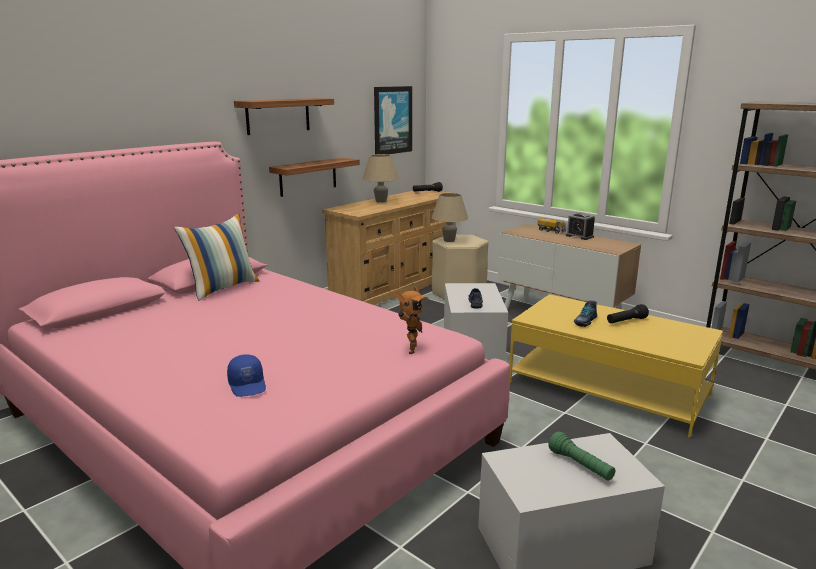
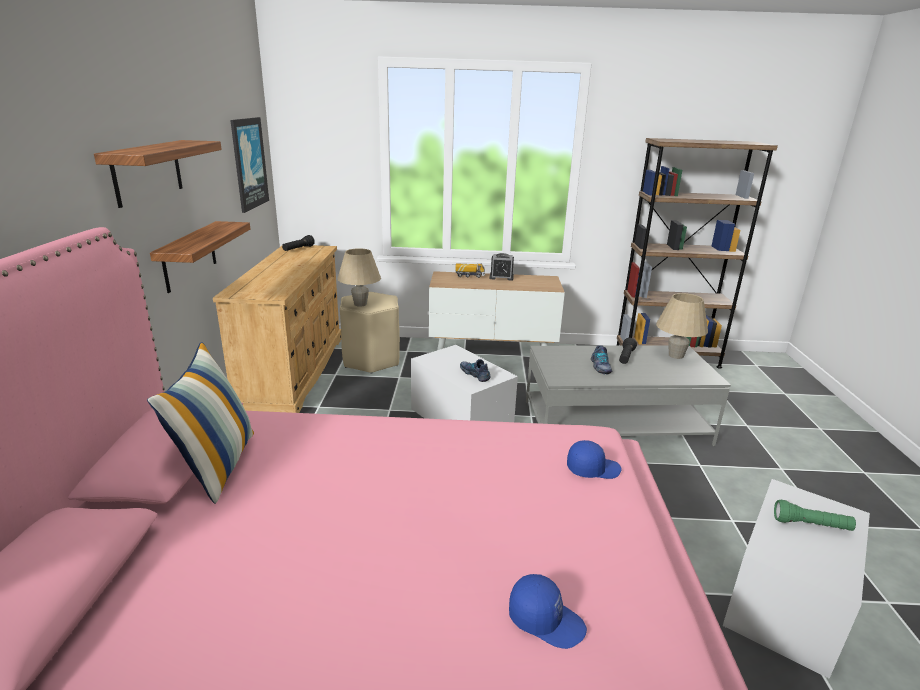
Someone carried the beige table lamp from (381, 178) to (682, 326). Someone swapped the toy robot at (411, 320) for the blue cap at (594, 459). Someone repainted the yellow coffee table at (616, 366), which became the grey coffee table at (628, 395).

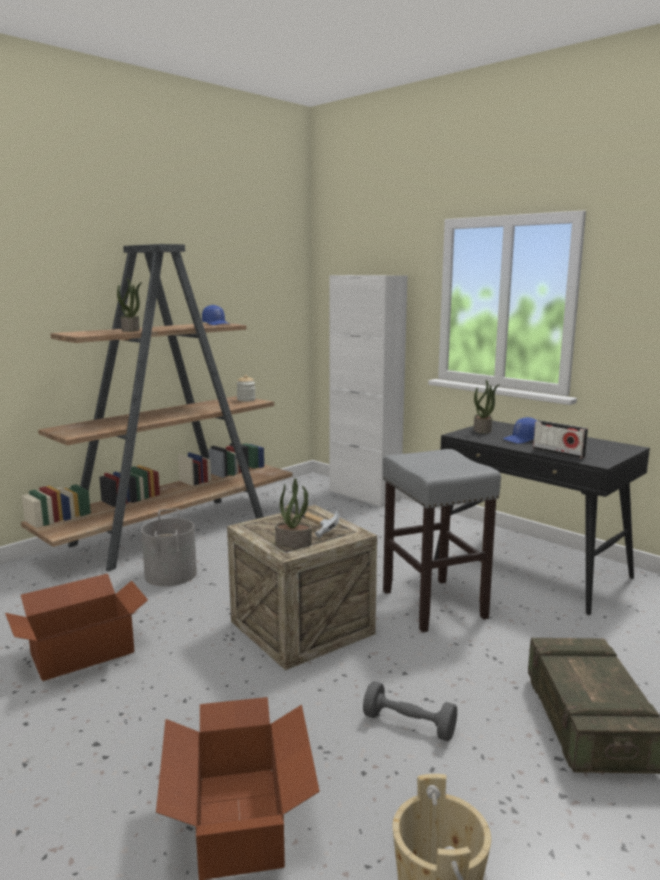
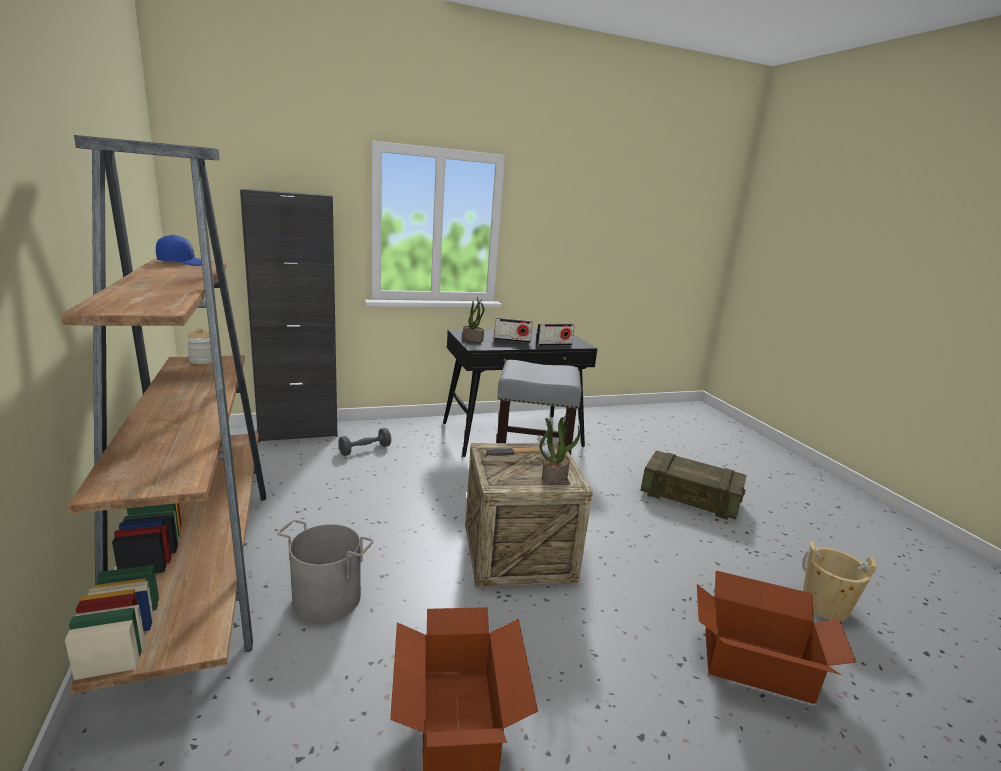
Someone took away the potted plant at (129, 305). Someone repainted the white cabinet at (368, 391), which became the black cabinet at (288, 315). Someone carried the grey dumbbell from (410, 711) to (364, 442). Someone swapped the blue cap at (520, 430) for the radio at (513, 330).

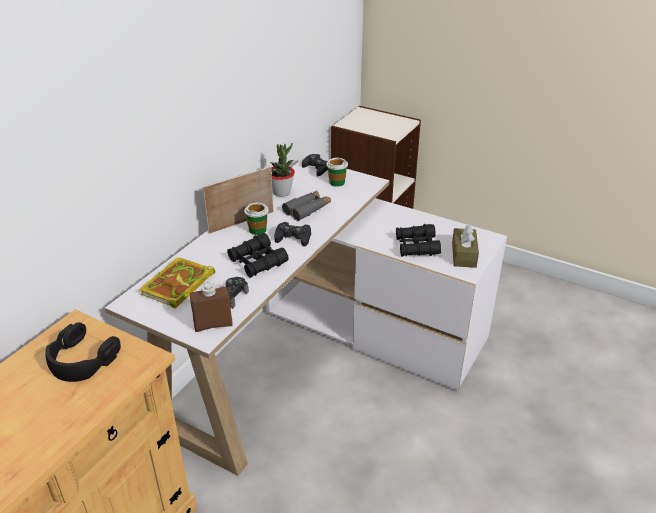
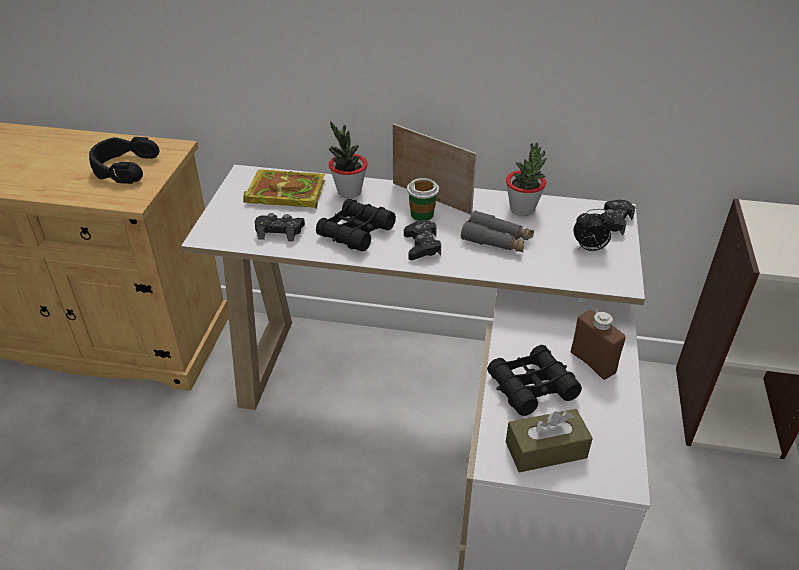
Someone carried the brown bottle from (211, 307) to (598, 345). Someone swapped the cup at (337, 172) for the alarm clock at (593, 230). Someone put down the potted plant at (348, 160).

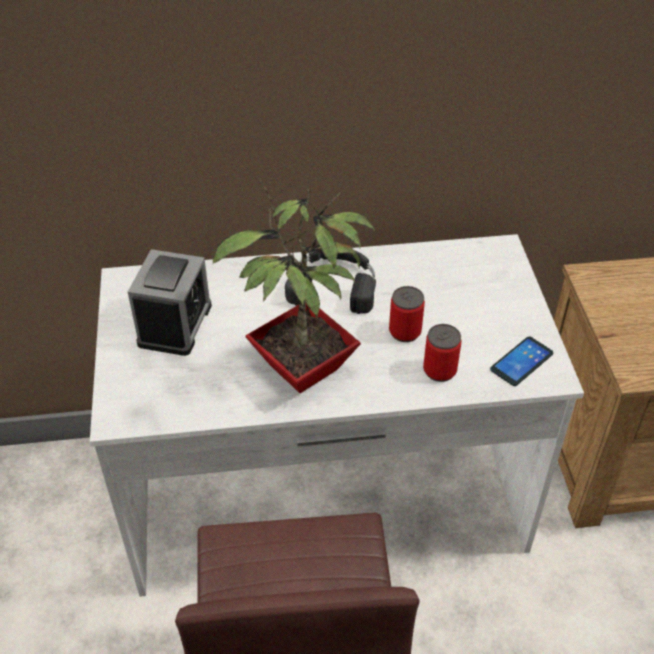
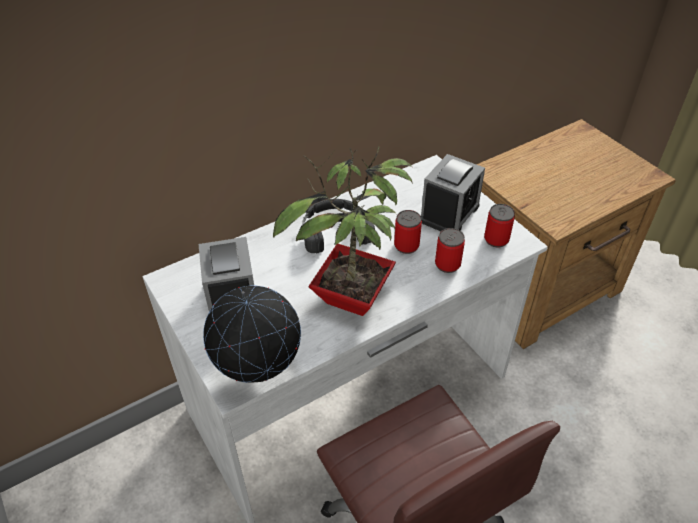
Someone swapped the phone at (521, 361) for the can at (499, 226). Someone put down the globe at (252, 334). Someone put down the alarm clock at (453, 192).

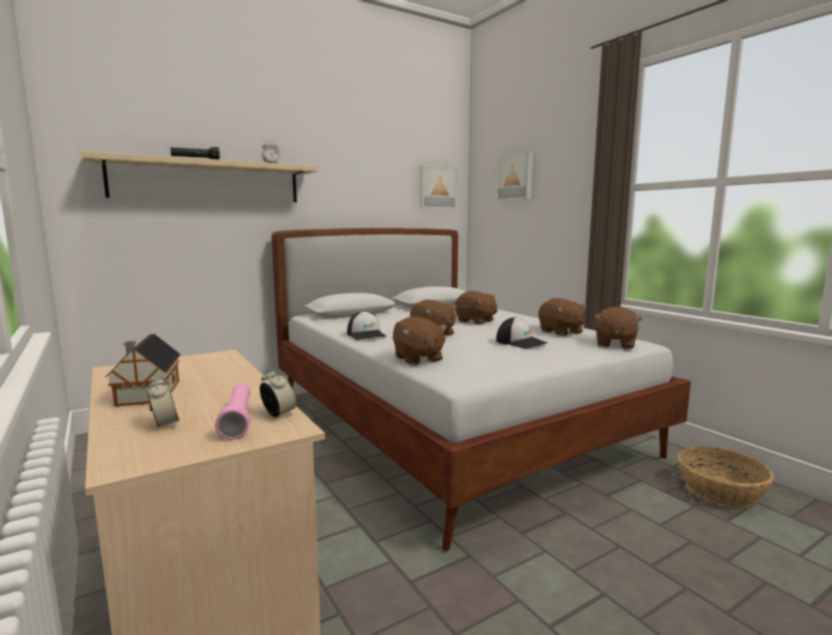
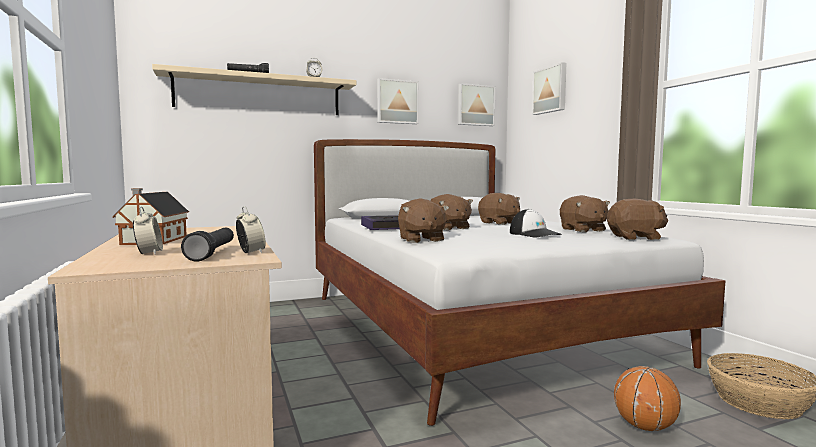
Someone repainted the pink flashlight at (232, 412), which became the black flashlight at (207, 245). Someone swapped the cap at (367, 325) for the book at (380, 222). Someone rotated the brown plush toy at (618, 327) by 120 degrees counterclockwise. Someone put up the picture at (398, 101). Someone put down the basketball at (647, 398).

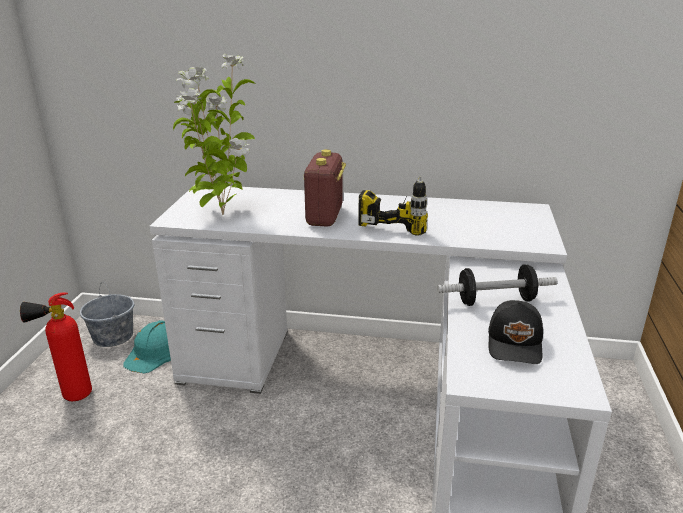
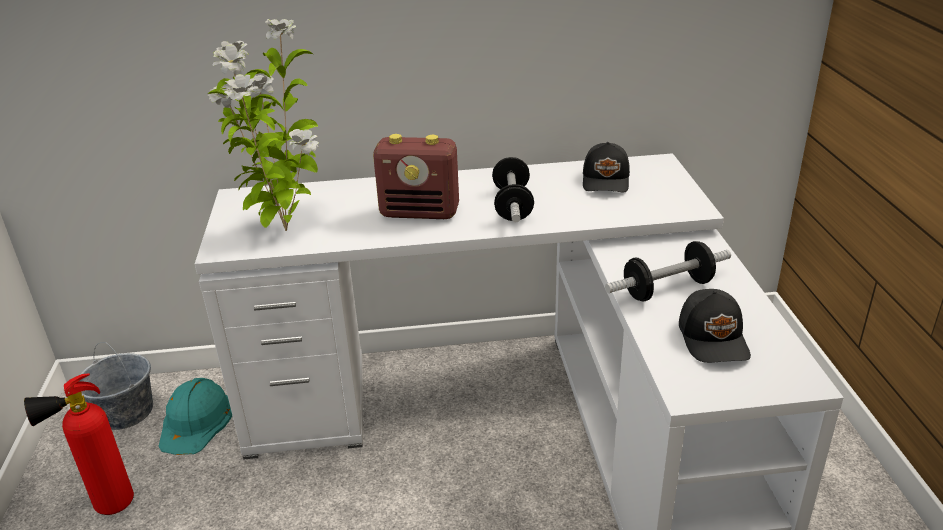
Someone rotated the radio at (325, 188) by 75 degrees counterclockwise. Someone swapped the power drill at (393, 205) for the dumbbell at (513, 189). Someone put down the black cap at (606, 167).

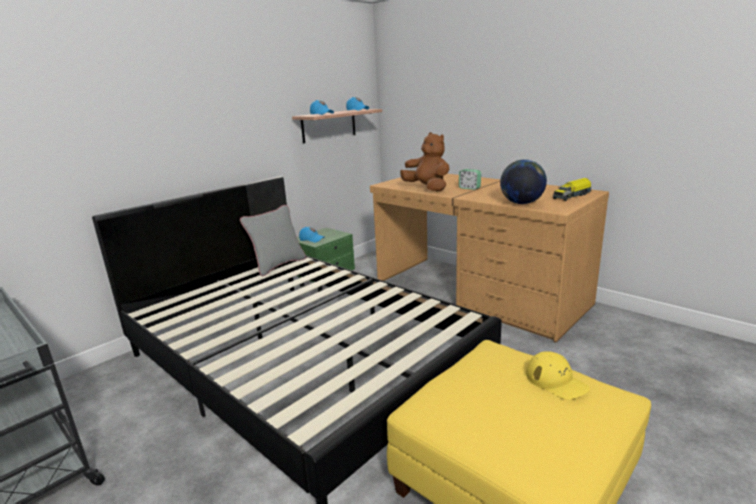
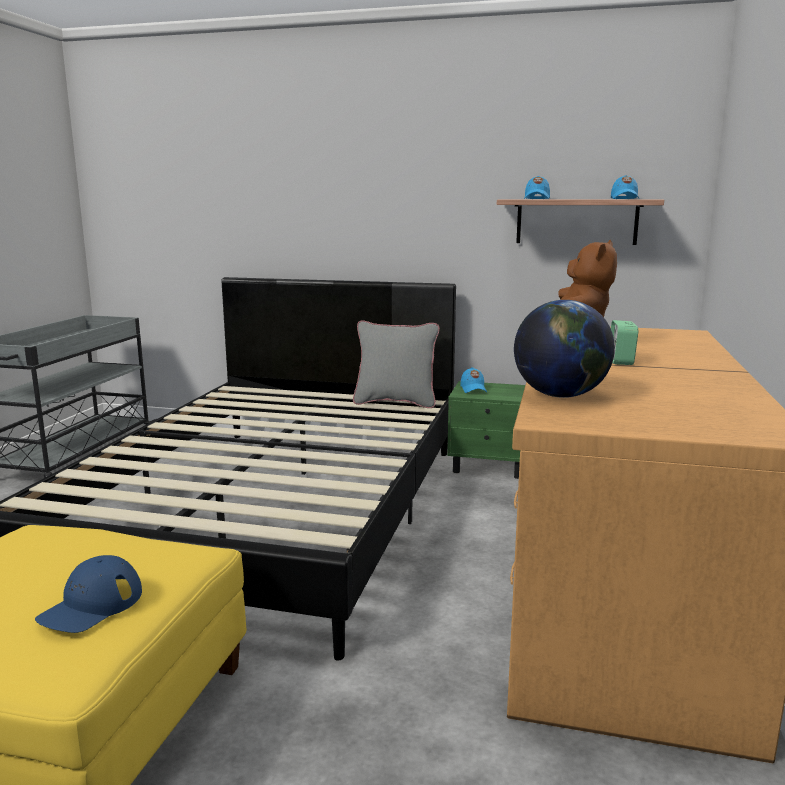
Someone repainted the yellow cap at (558, 375), which became the blue cap at (88, 594). Someone took away the toy truck at (572, 189).

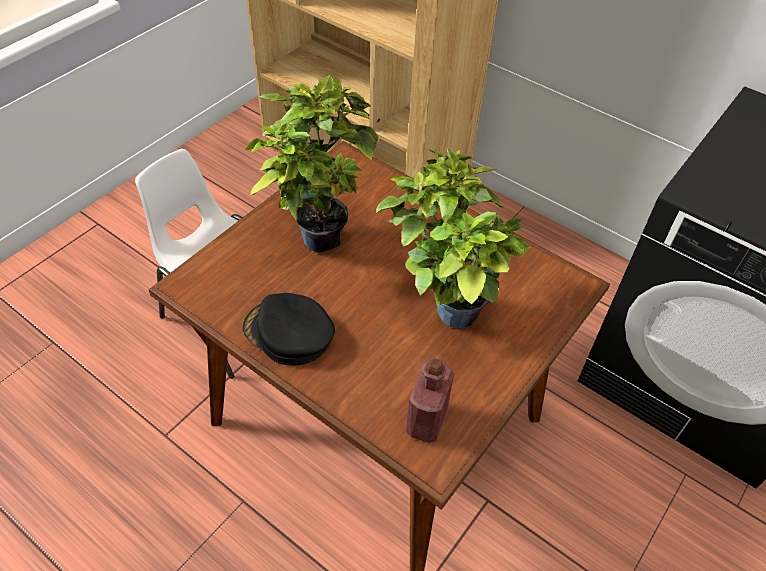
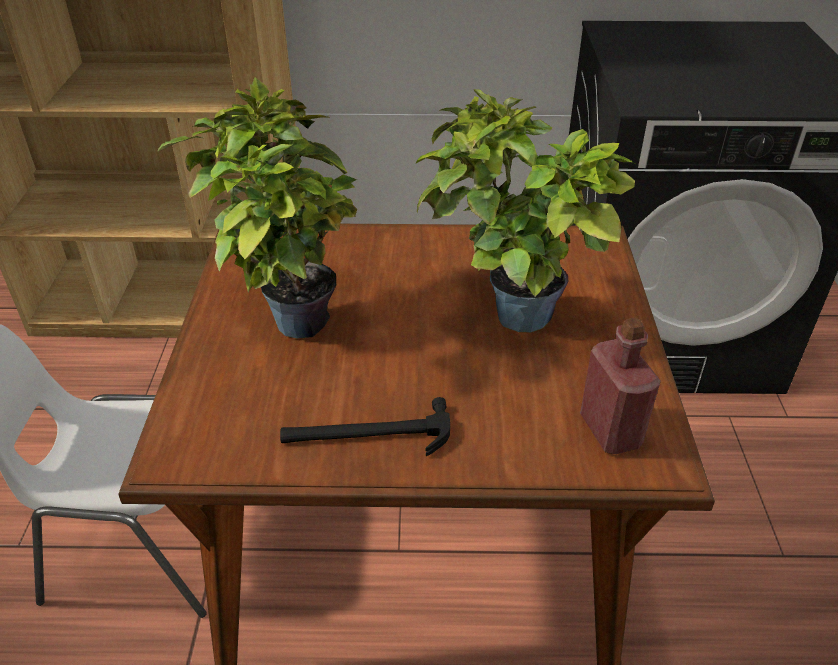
Someone swapped the black cap at (289, 329) for the hammer at (365, 426).

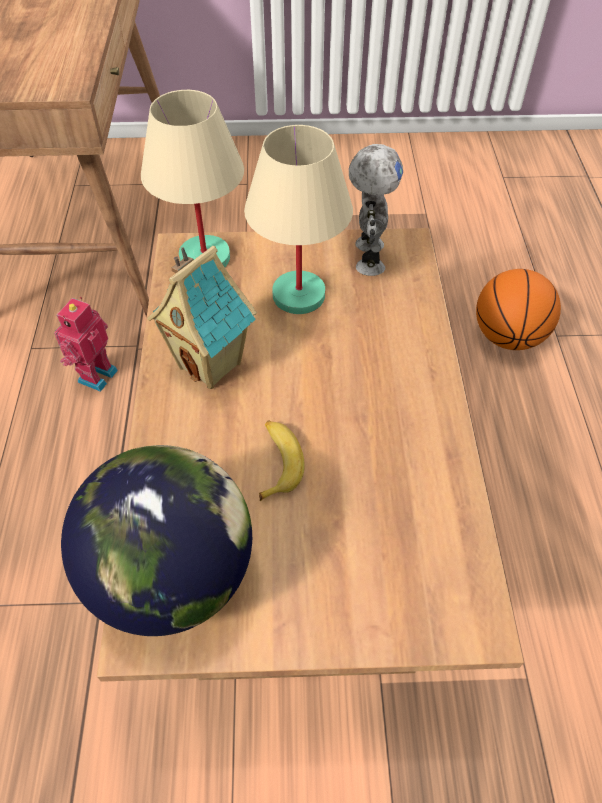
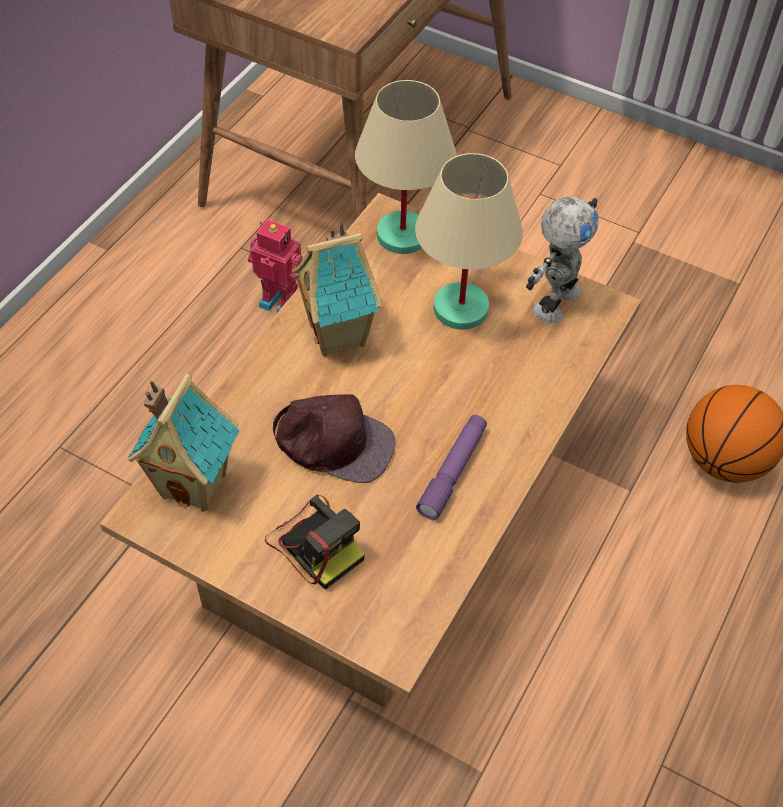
Someone rotated the toy robot at (86, 344) by 60 degrees clockwise. Someone swapped the globe at (156, 540) for the toy house at (184, 443). Someone swapped the banana at (282, 460) for the brown cap at (334, 438). Someone put down the photo camera at (315, 542). Someone put down the purple flashlight at (451, 467).

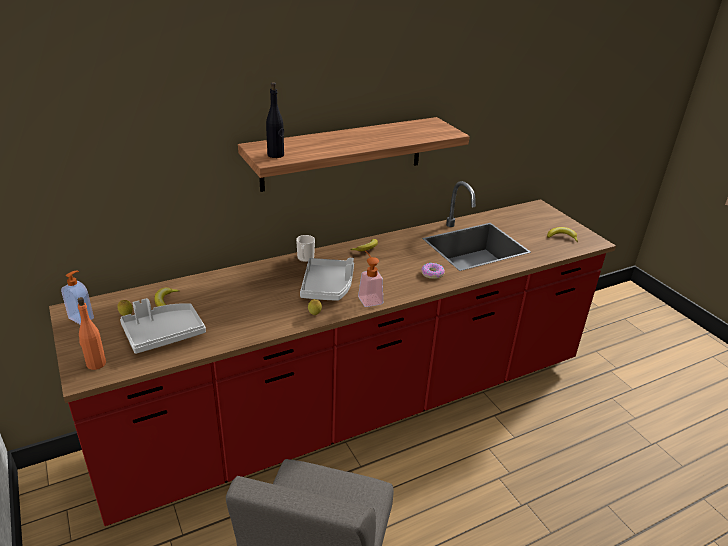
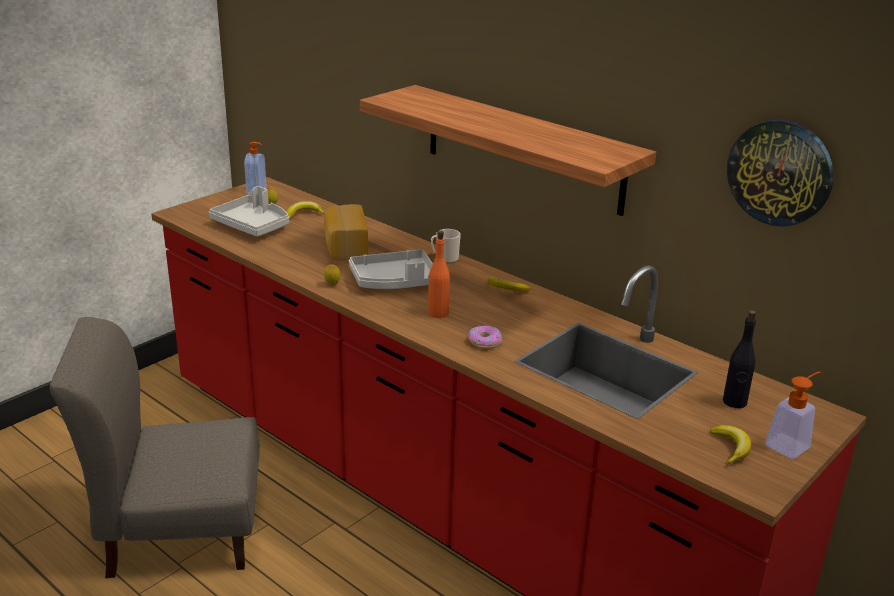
Someone carried the orange bottle from (91, 333) to (439, 274). Someone carried the black bottle from (275, 120) to (739, 359). Someone carried the soap dispenser from (370, 279) to (792, 415). Someone put down the bread at (346, 232). Someone put up the wall clock at (780, 173).

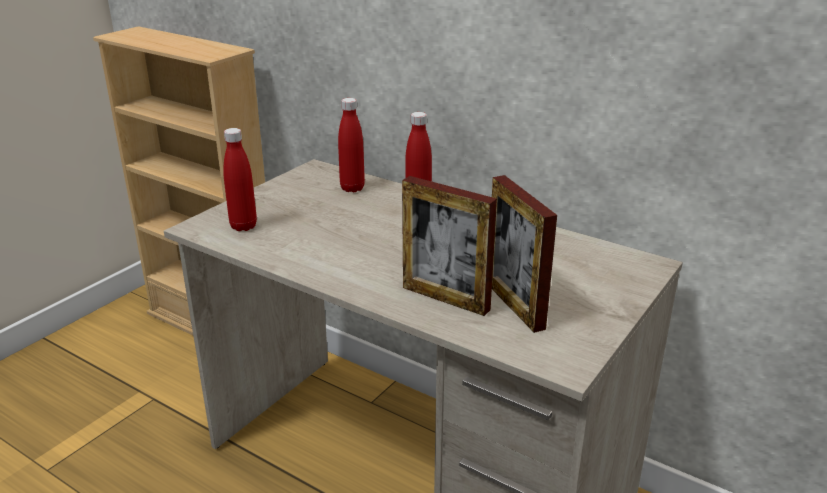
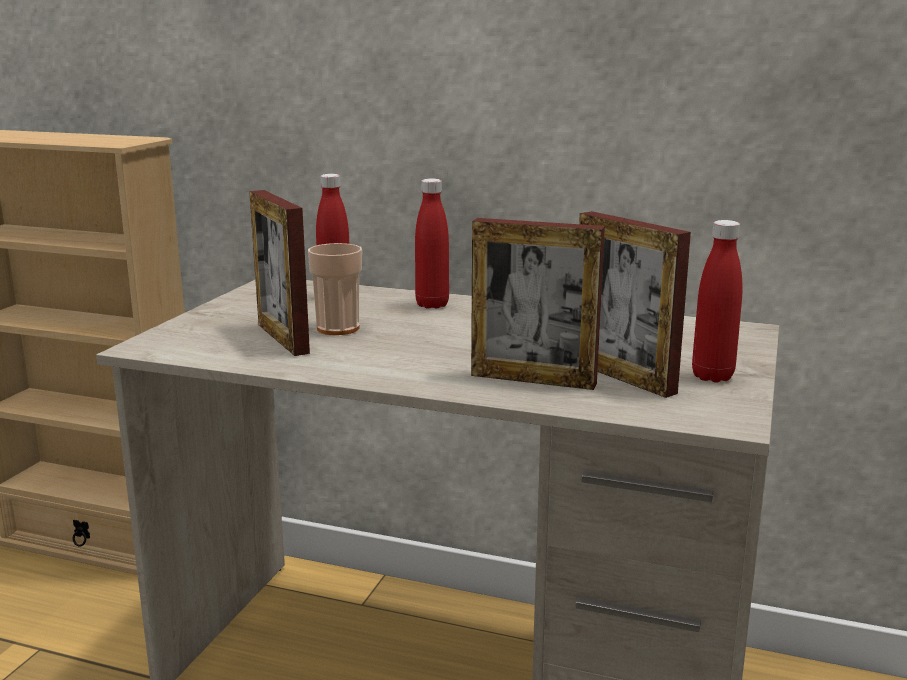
Someone carried the red bottle from (240, 179) to (717, 301). Someone put down the picture frame at (279, 273). Someone put down the cup at (335, 289).

